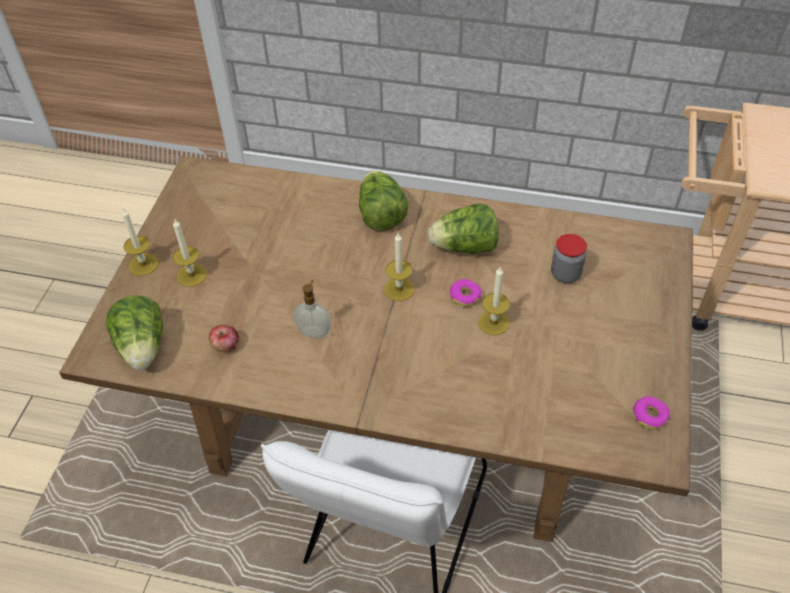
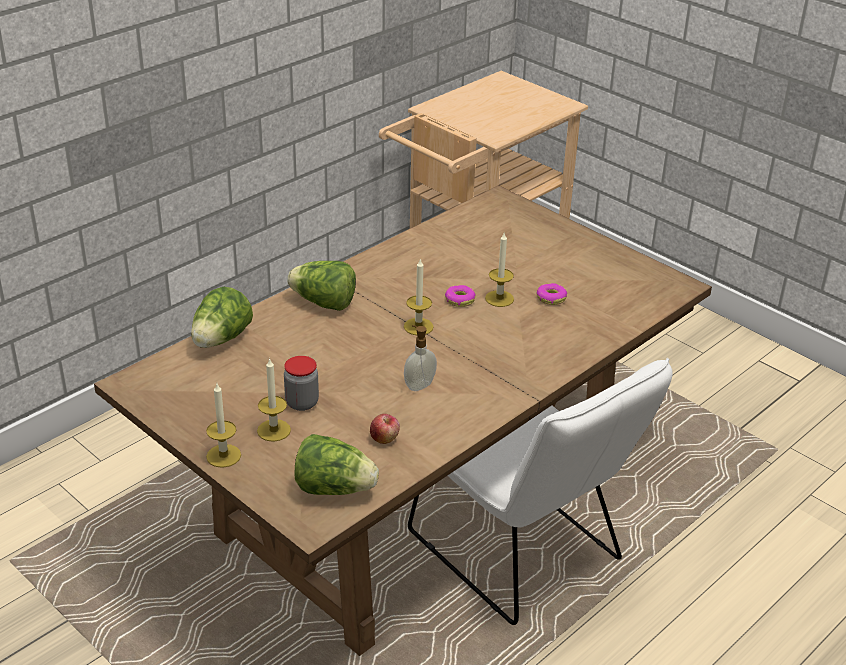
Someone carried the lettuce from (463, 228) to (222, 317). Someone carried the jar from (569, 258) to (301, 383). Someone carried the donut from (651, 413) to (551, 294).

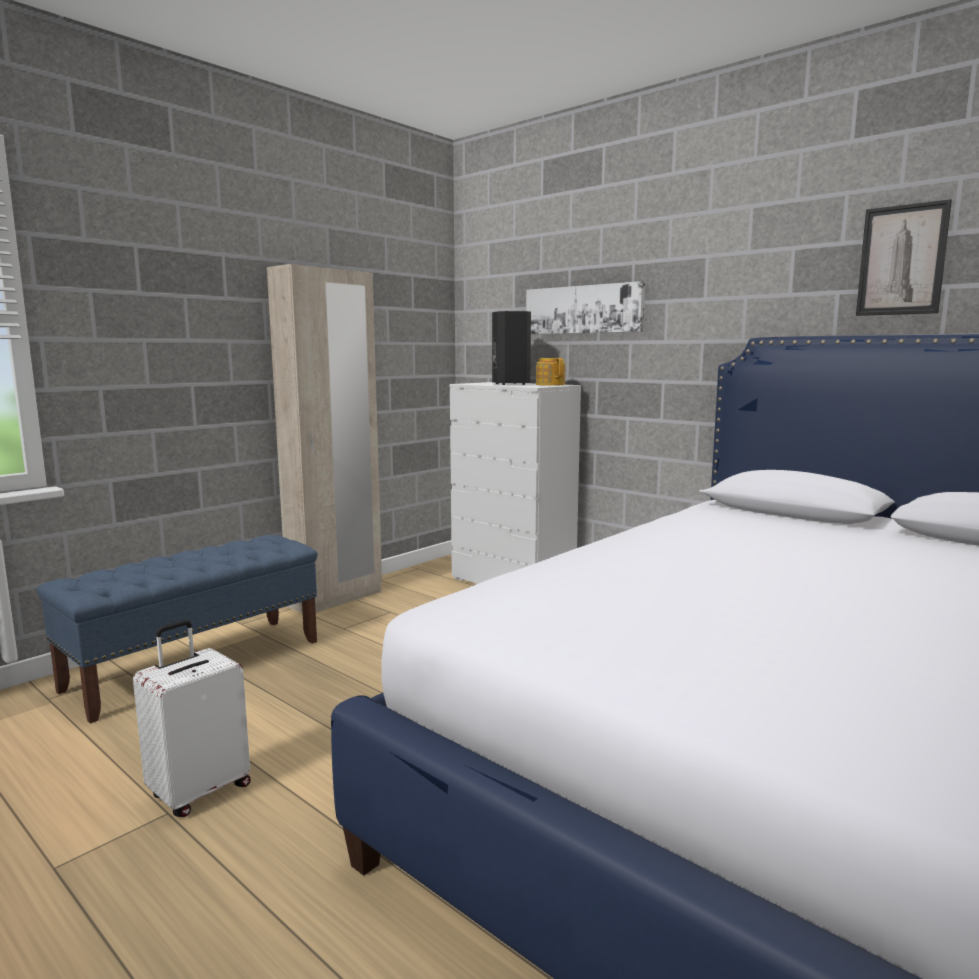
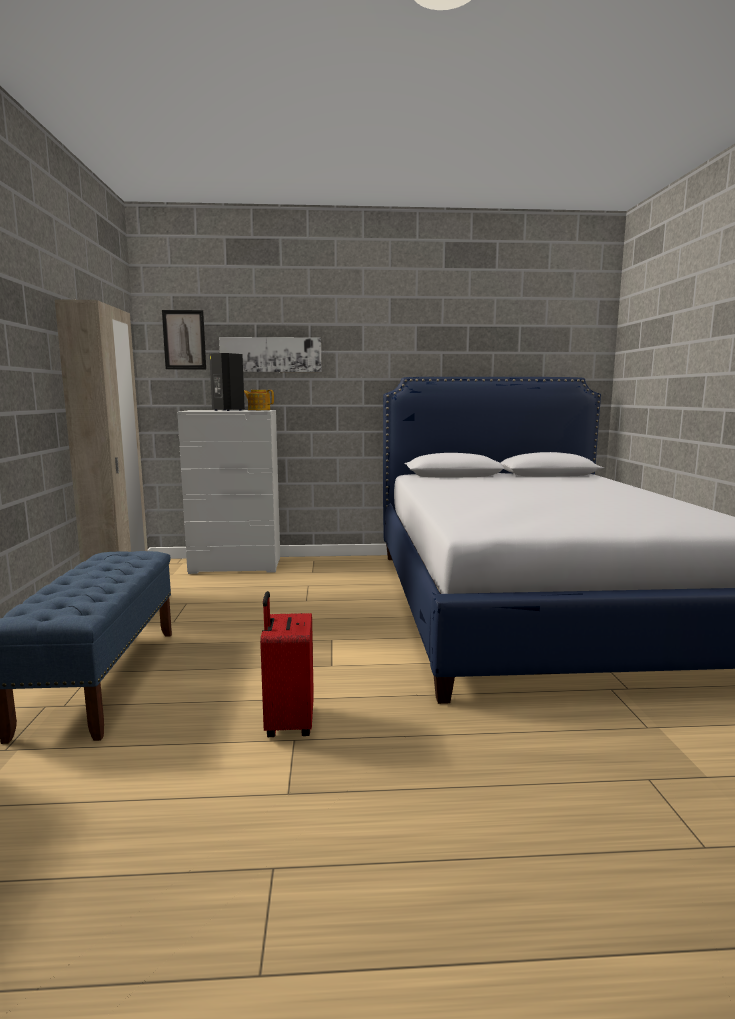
Someone repainted the white suitcase at (192, 718), which became the red suitcase at (287, 664). Someone carried the picture from (904, 257) to (184, 339).

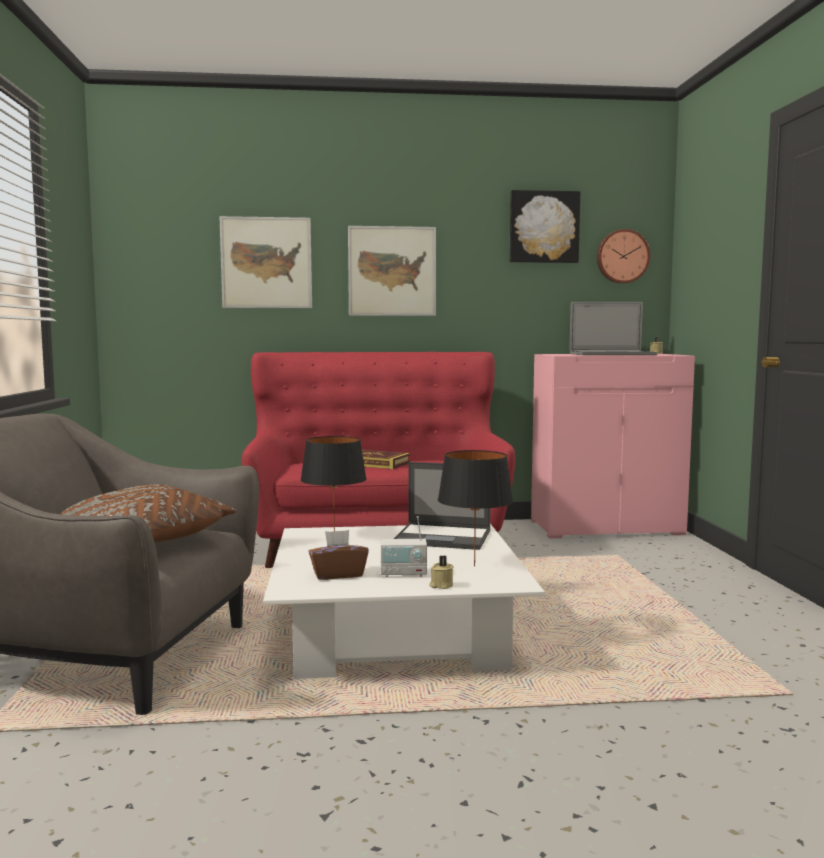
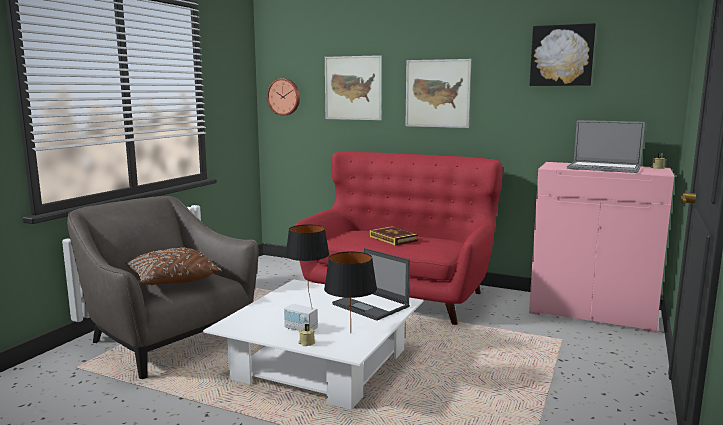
Someone took away the brown tissue box at (339, 555). Someone carried the wall clock from (623, 256) to (283, 97).

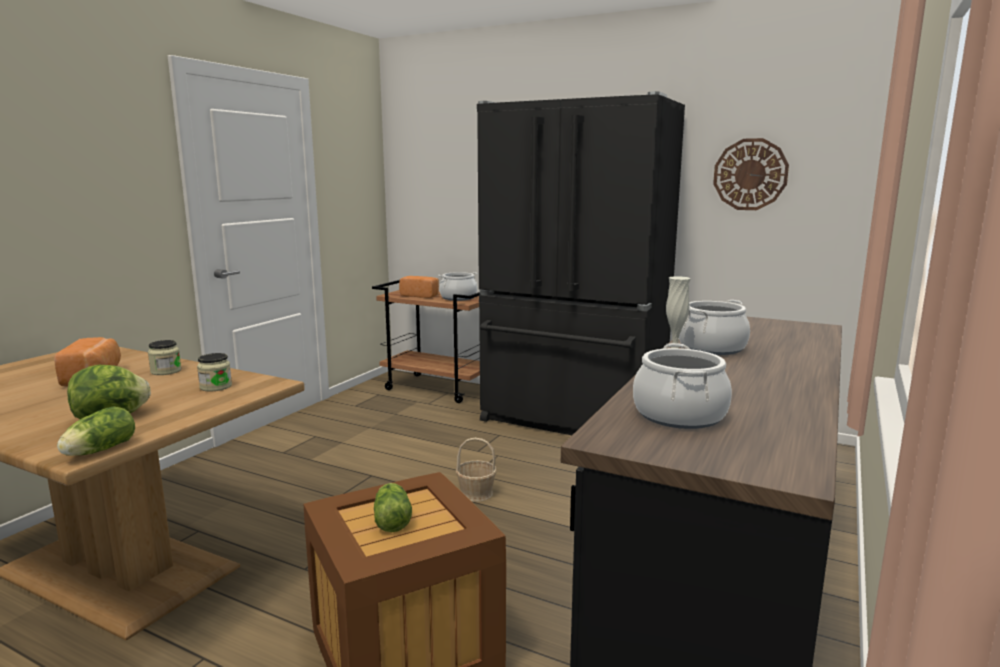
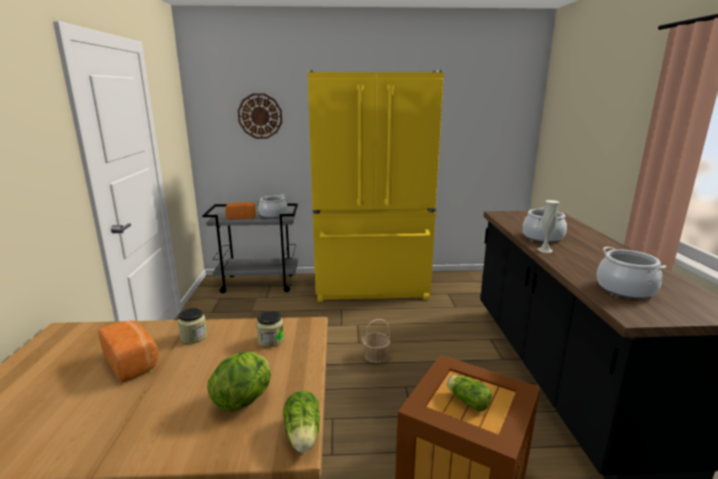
Someone repainted the brown cart at (426, 341), which became the grey cart at (250, 248). Someone repainted the black fridge at (581, 263), which became the yellow fridge at (376, 186). Someone carried the wall clock from (751, 174) to (260, 116).

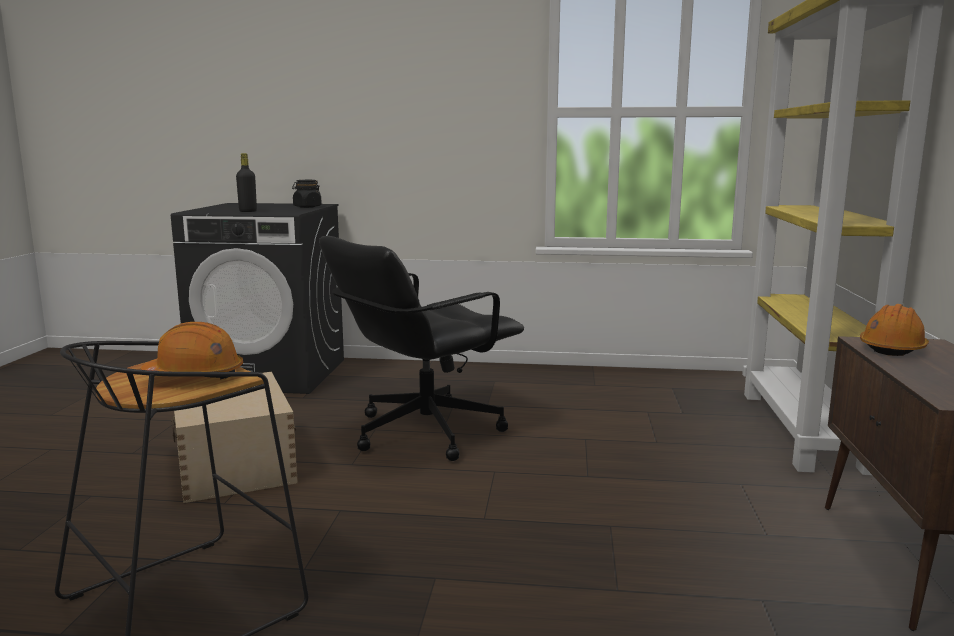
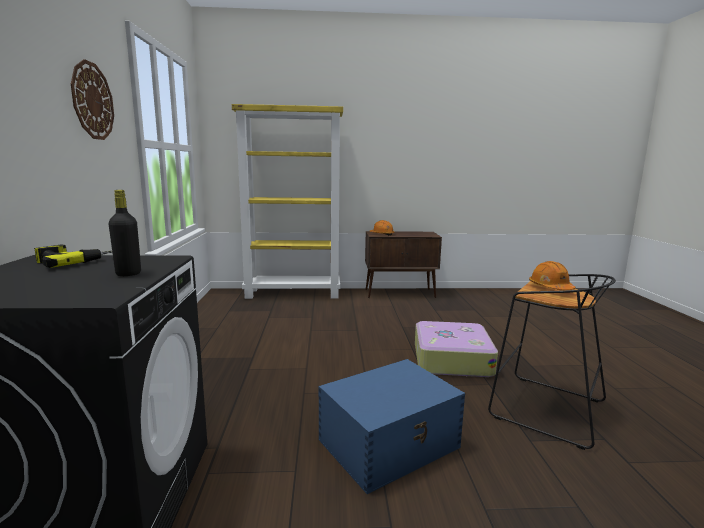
Someone repainted the beige storage box at (234, 437), which became the blue storage box at (391, 426). Someone swapped the black jar at (307, 194) for the power drill at (73, 256). Someone took away the black office chair at (421, 348). Someone put up the wall clock at (92, 99). Someone put down the suitcase at (456, 349).

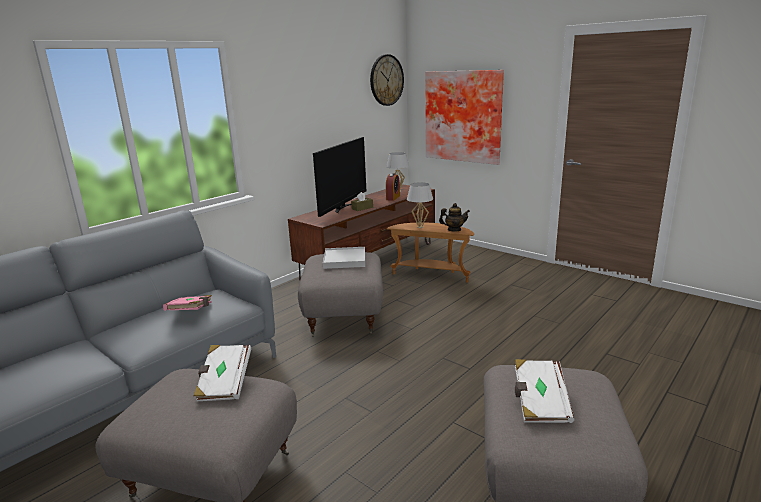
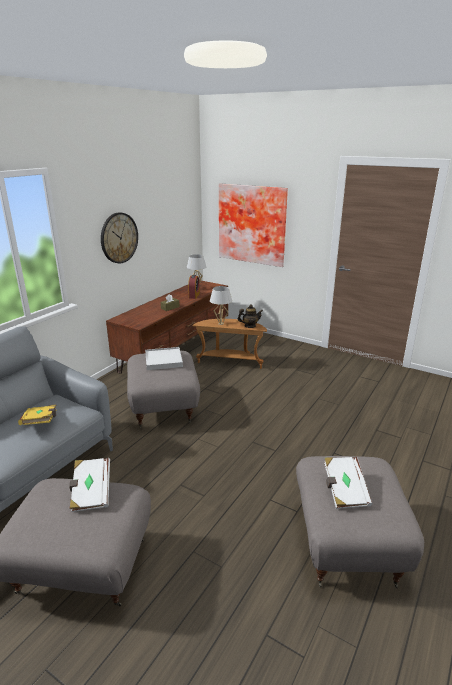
Someone repainted the pink book at (187, 303), which became the yellow book at (37, 414). Someone took away the television at (339, 177). Someone carried the wall clock from (387, 80) to (119, 237).

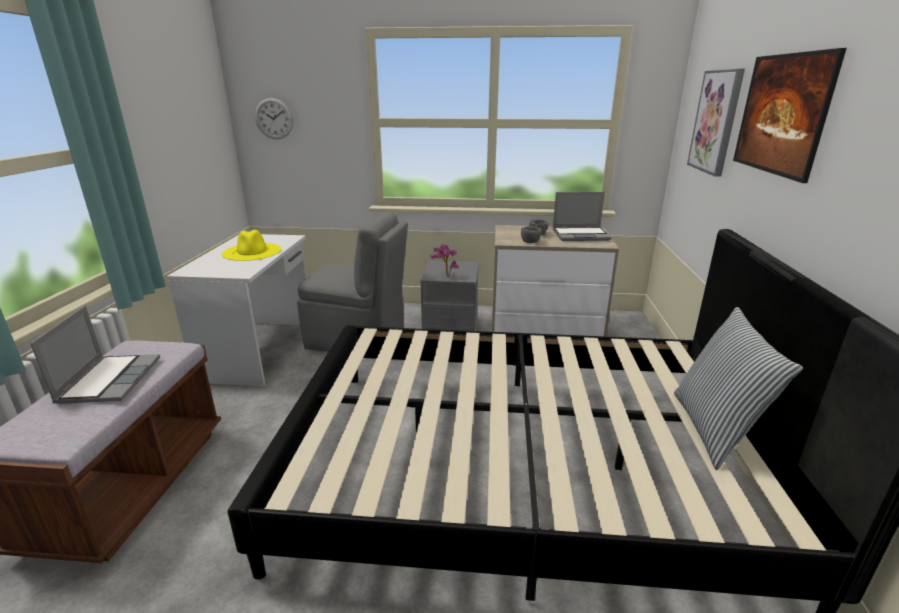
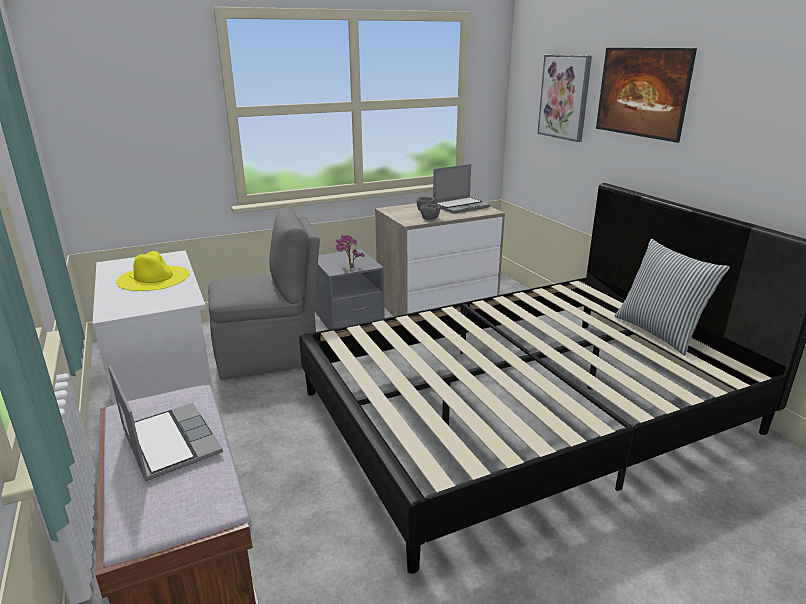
Someone took away the wall clock at (274, 118).

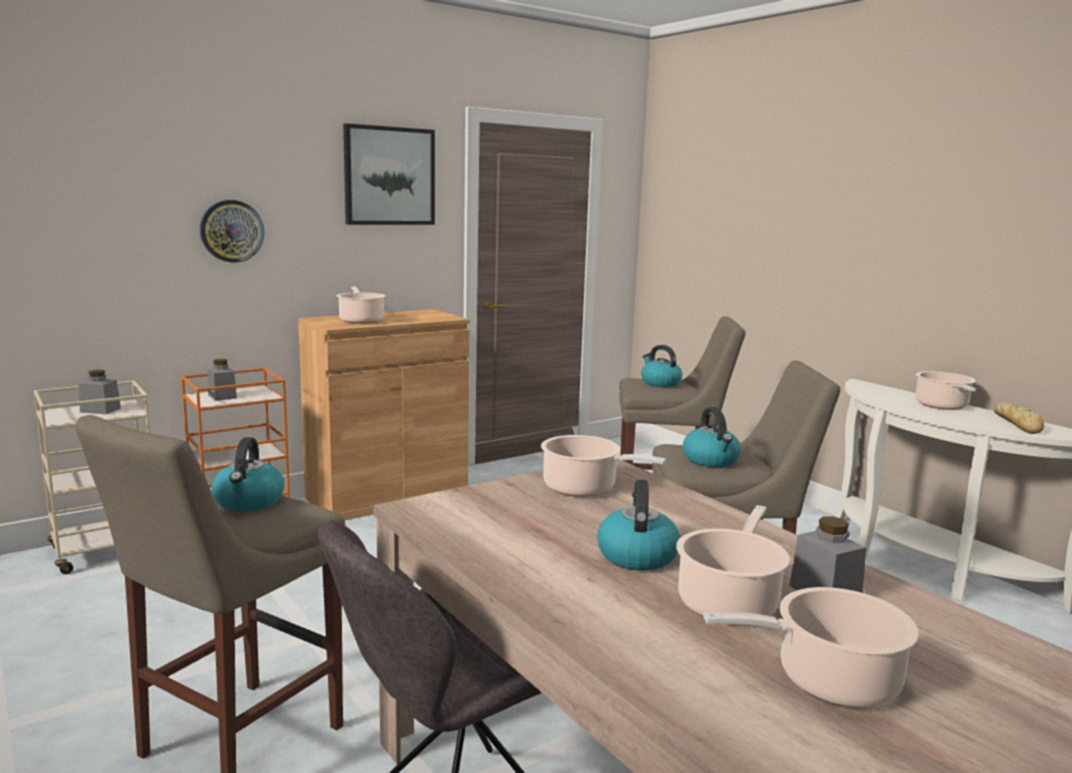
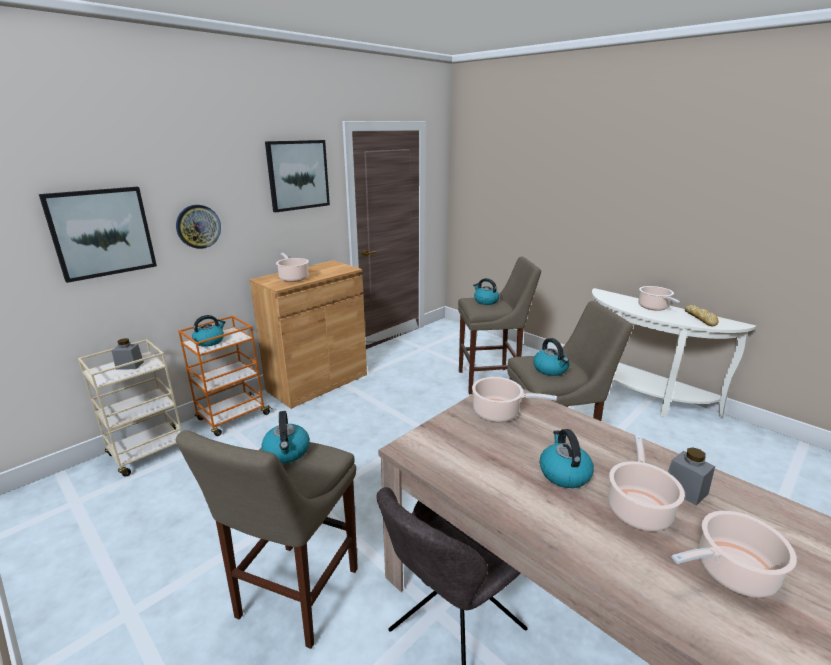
Someone swapped the grey jar at (222, 380) for the kettle at (208, 331). Someone put up the picture at (98, 235).

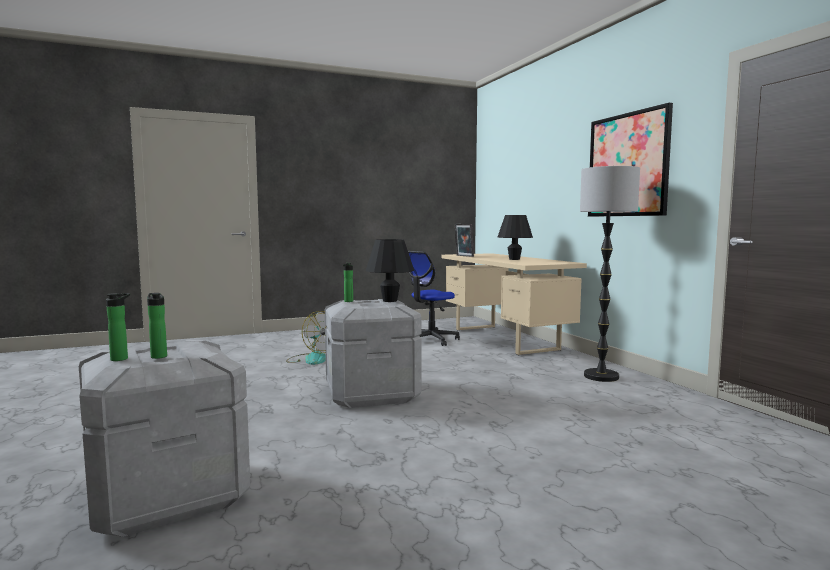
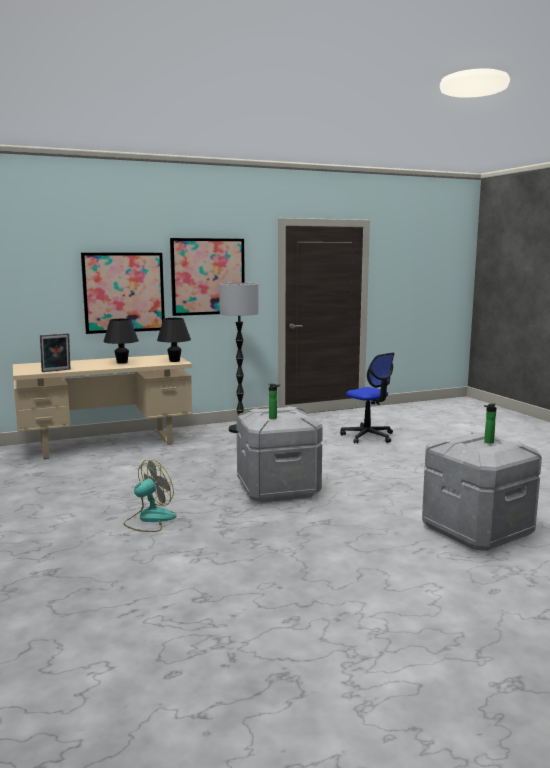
Someone took away the bottle at (118, 327). Someone carried the black table lamp from (390, 270) to (174, 340). Someone carried the office chair from (434, 298) to (367, 398). Someone put up the picture at (123, 293).

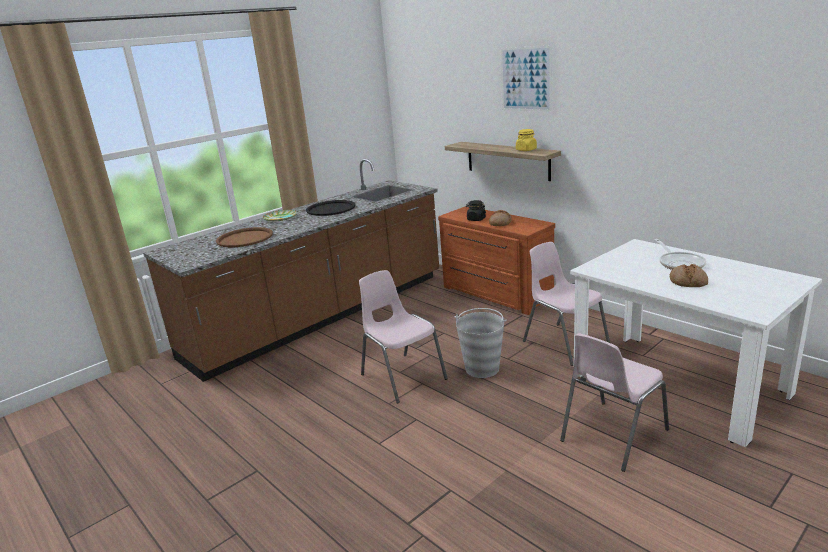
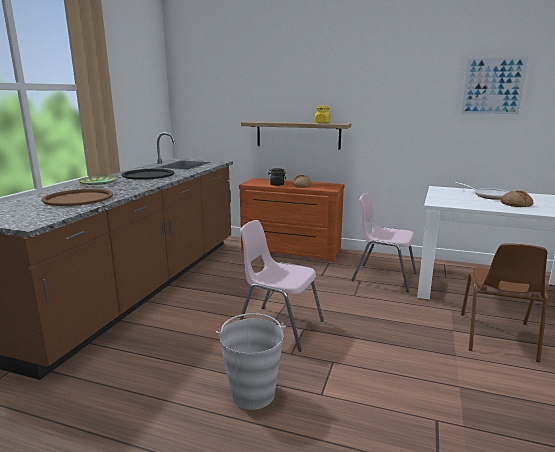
Someone carried the grey bucket from (481, 343) to (251, 361). Someone carried the picture from (526, 78) to (494, 85). Someone repainted the pink chair at (614, 402), which became the brown chair at (504, 302).

